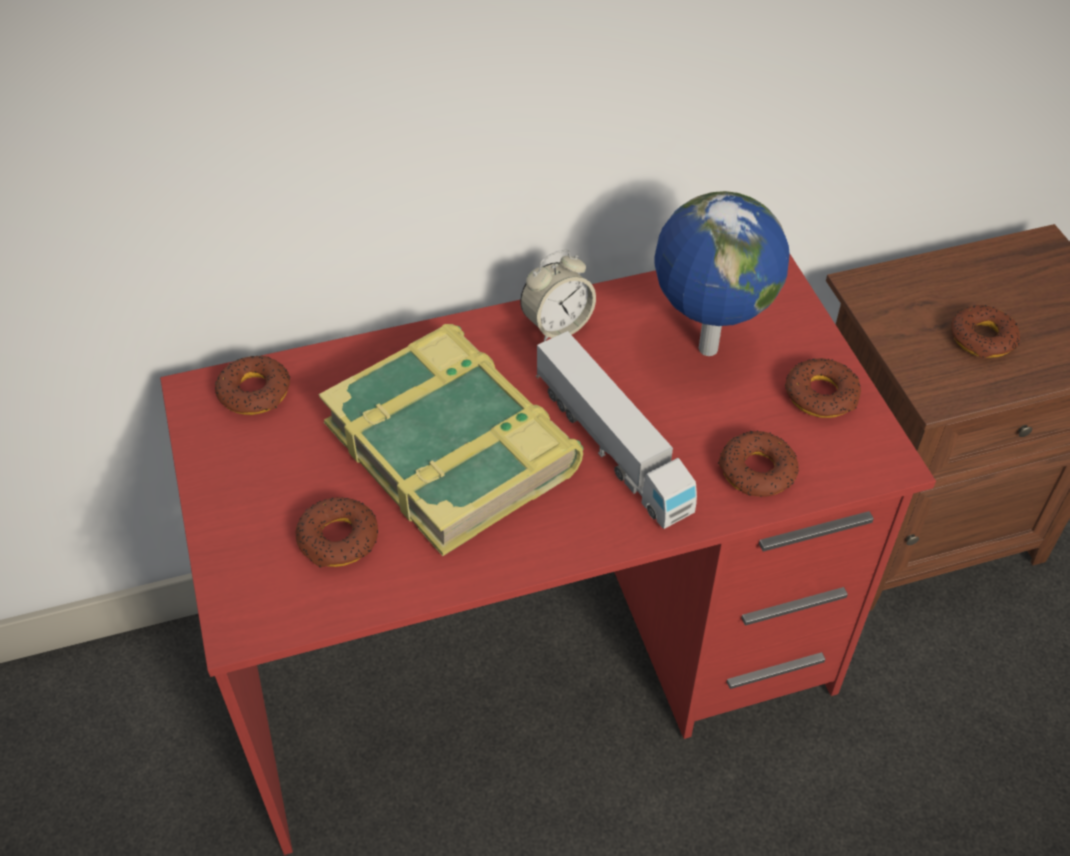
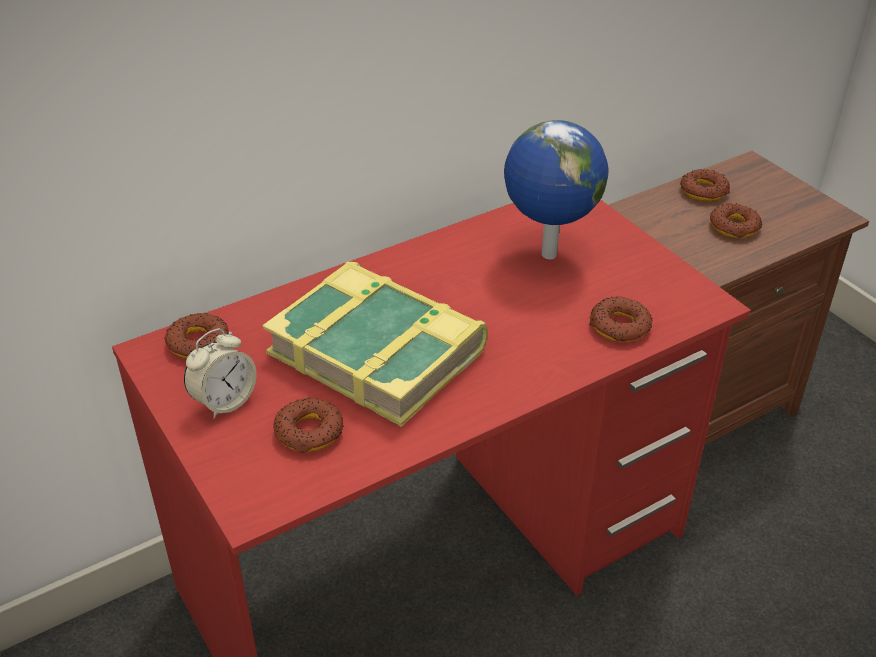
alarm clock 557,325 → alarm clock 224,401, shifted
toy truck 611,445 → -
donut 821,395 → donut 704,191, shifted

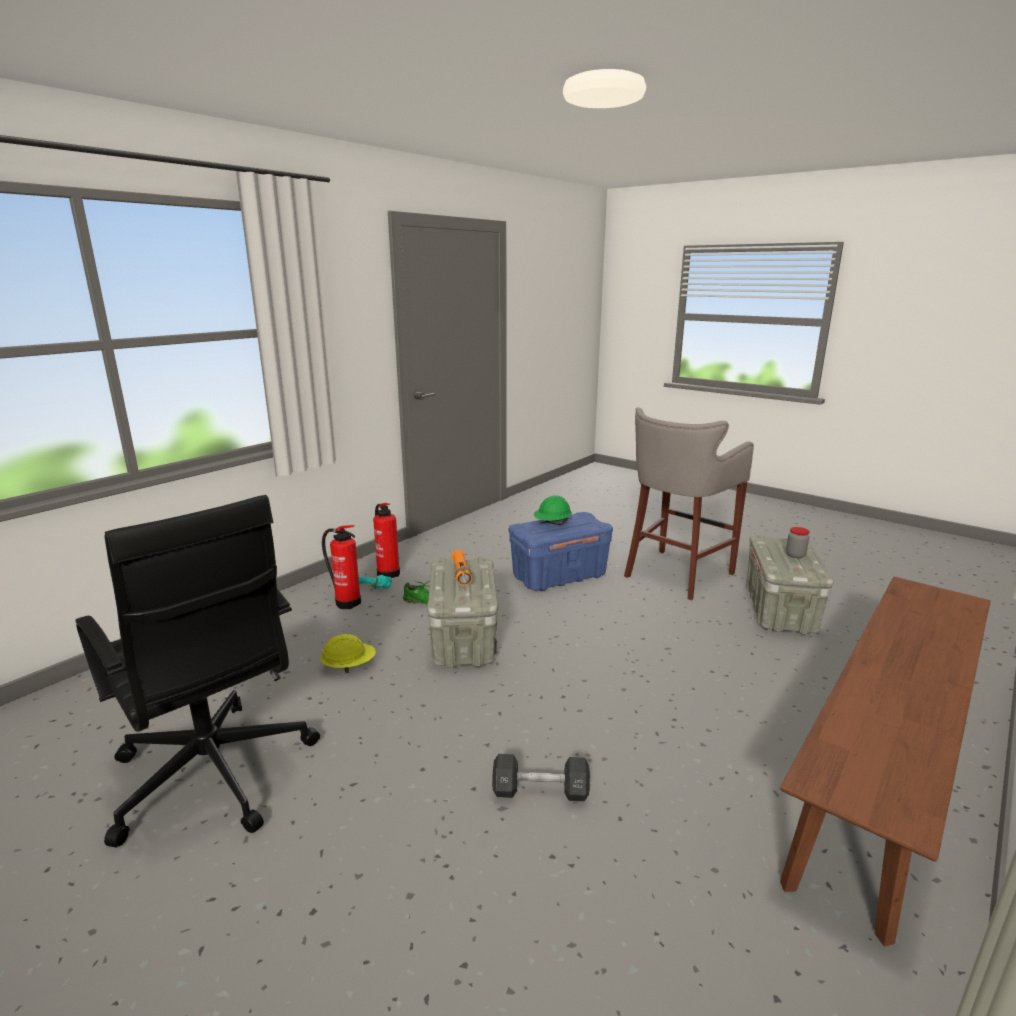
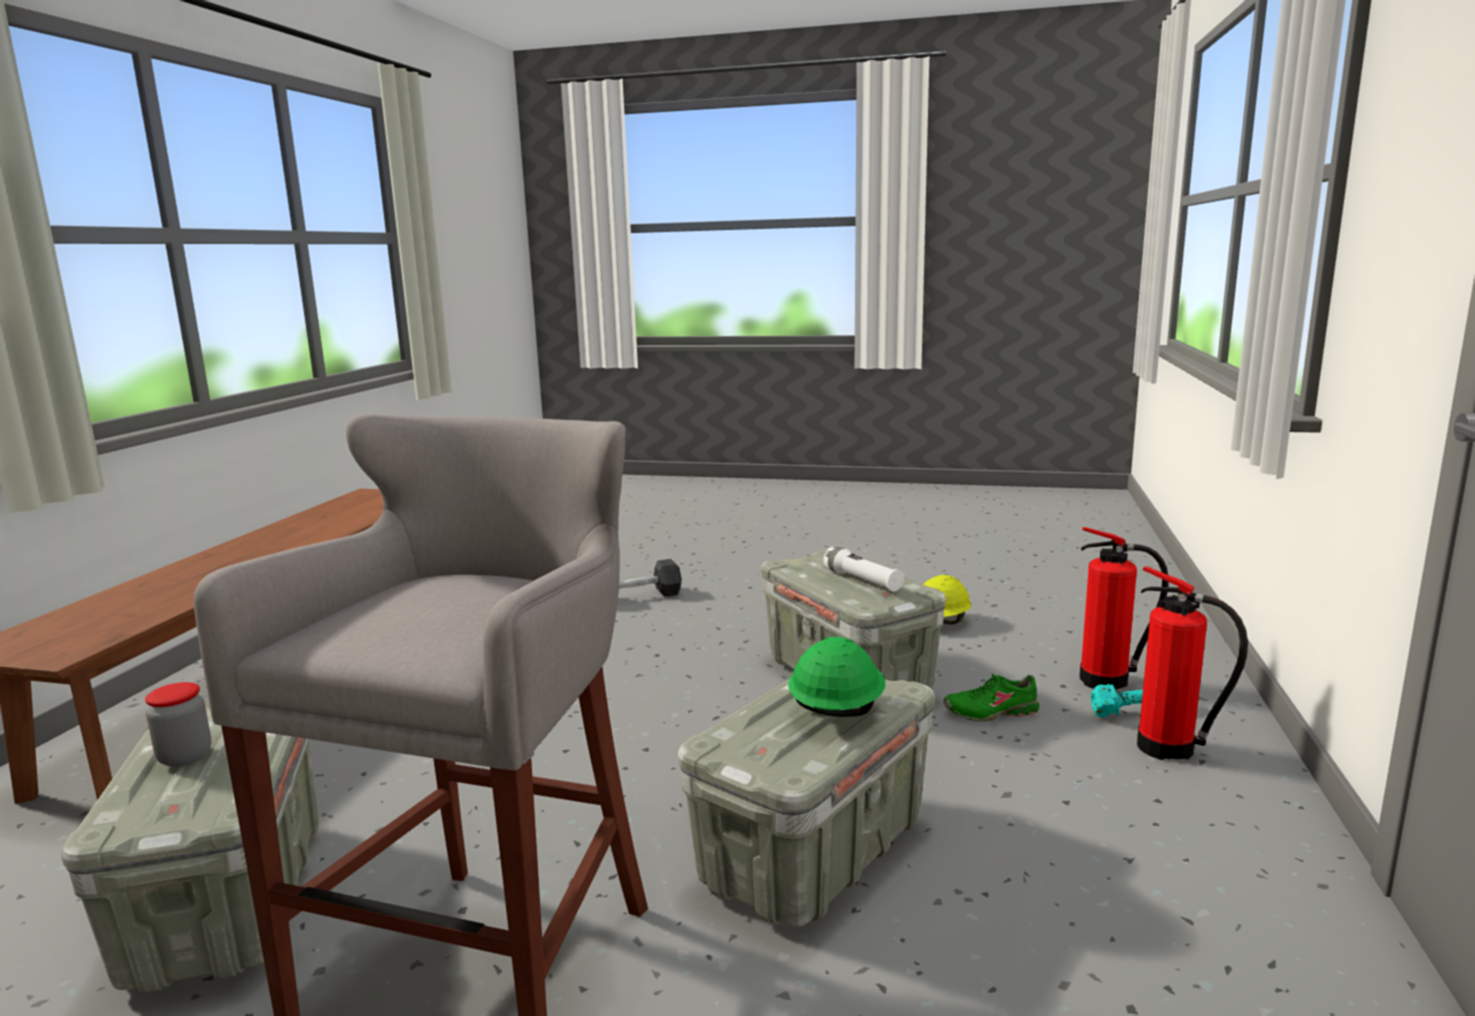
black office chair 214,777 → -
orange flashlight 461,573 → white flashlight 862,581
blue storage box 559,576 → grey storage box 813,853

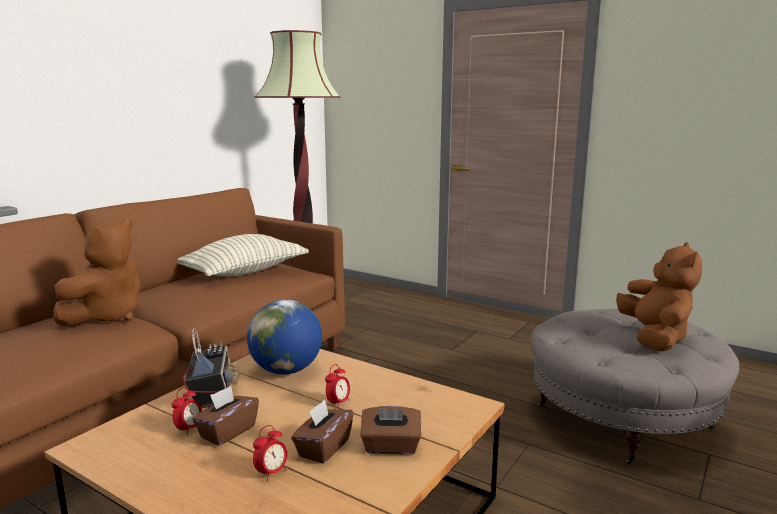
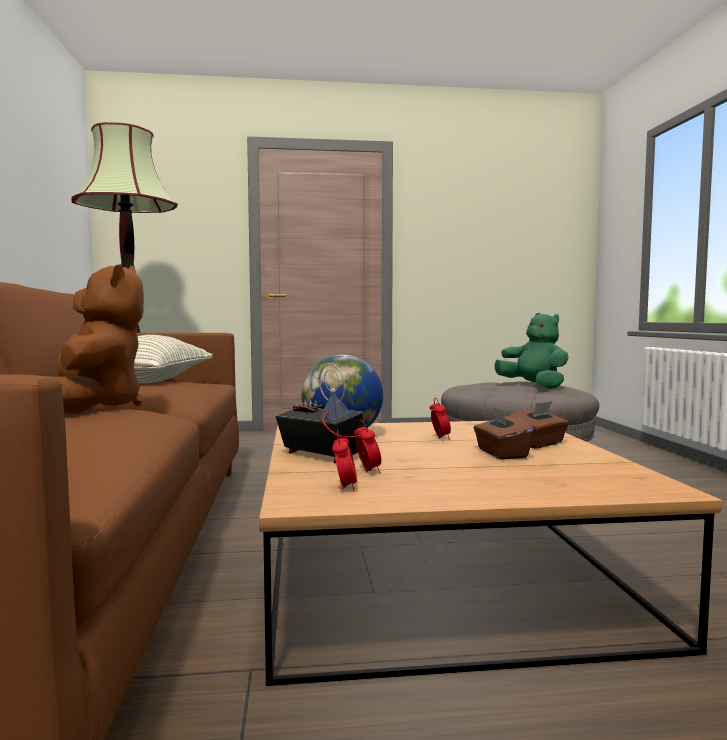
brown tissue box 227,432 → -
alarm clock 271,473 → alarm clock 345,488, shifted
brown plush toy 654,338 → green plush toy 533,386

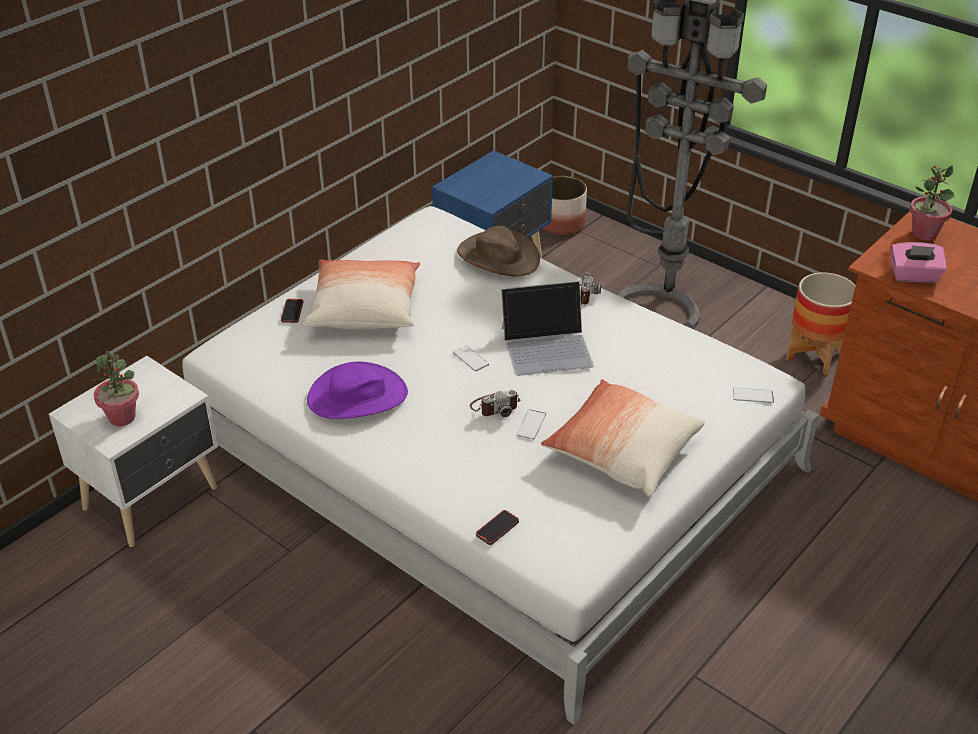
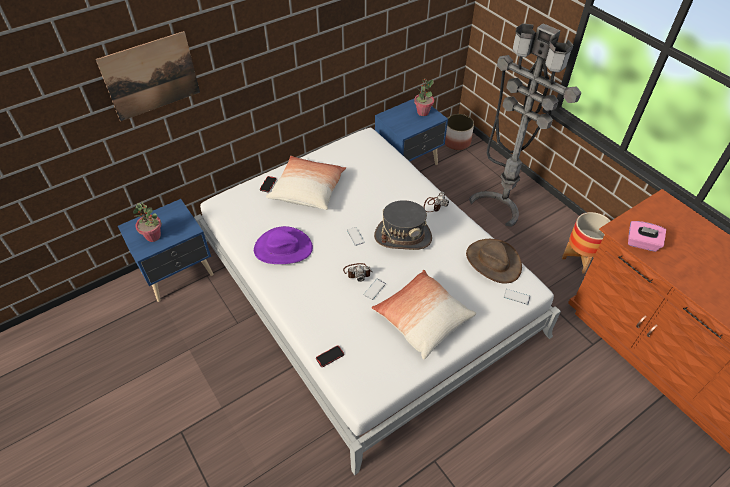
white nightstand 154,498 → blue nightstand 179,274
brown hat 498,256 → brown hat 493,261, shifted
laptop 547,346 → grey hat 403,236
potted plant 924,233 → potted plant 422,112, shifted
- → picture 151,76

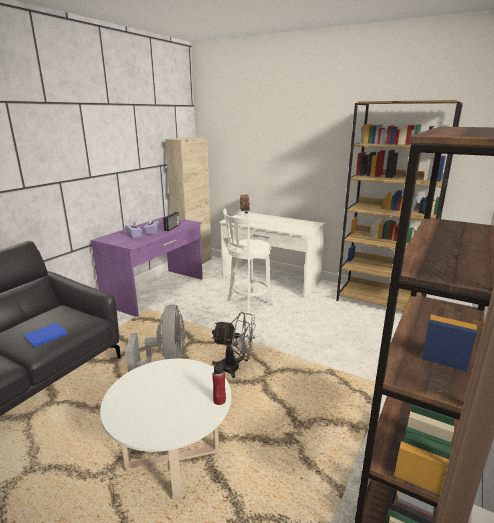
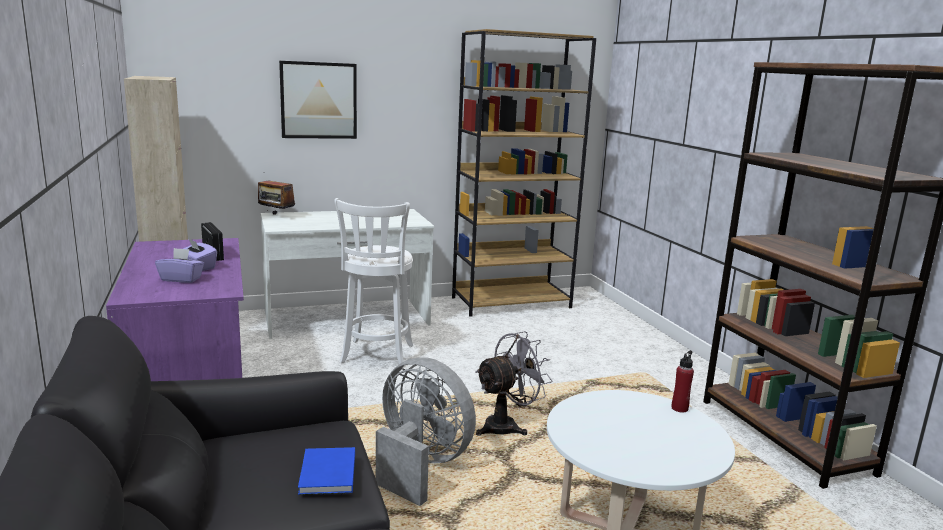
- → picture 318,100

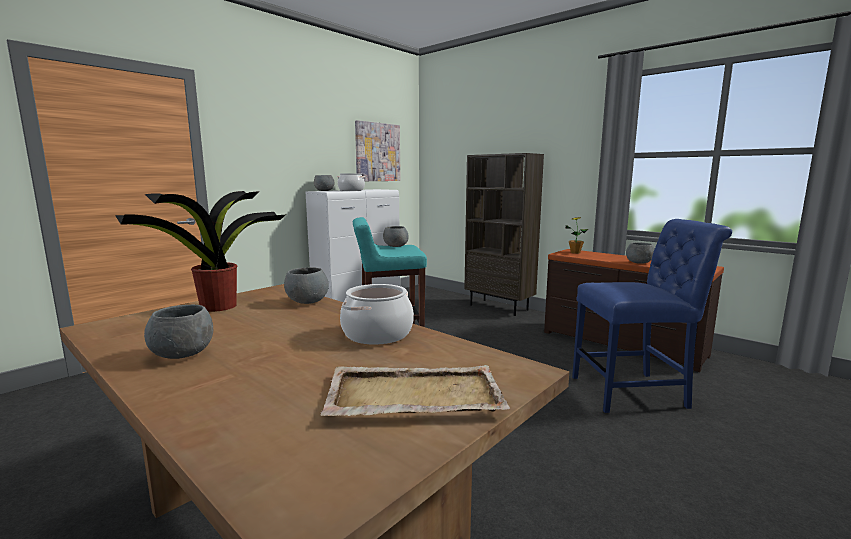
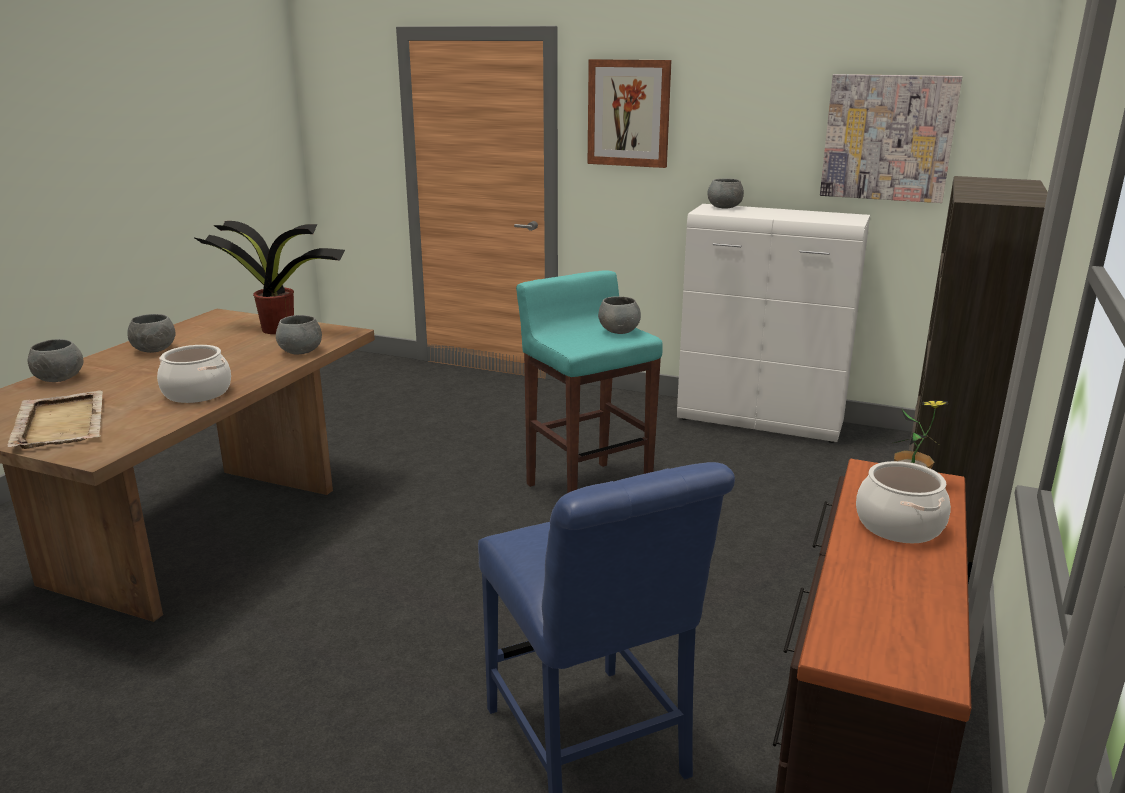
cooking pot 351,190 → cooking pot 898,525, shifted
grey bowl 639,263 → grey bowl 59,379, shifted
- → picture 628,113

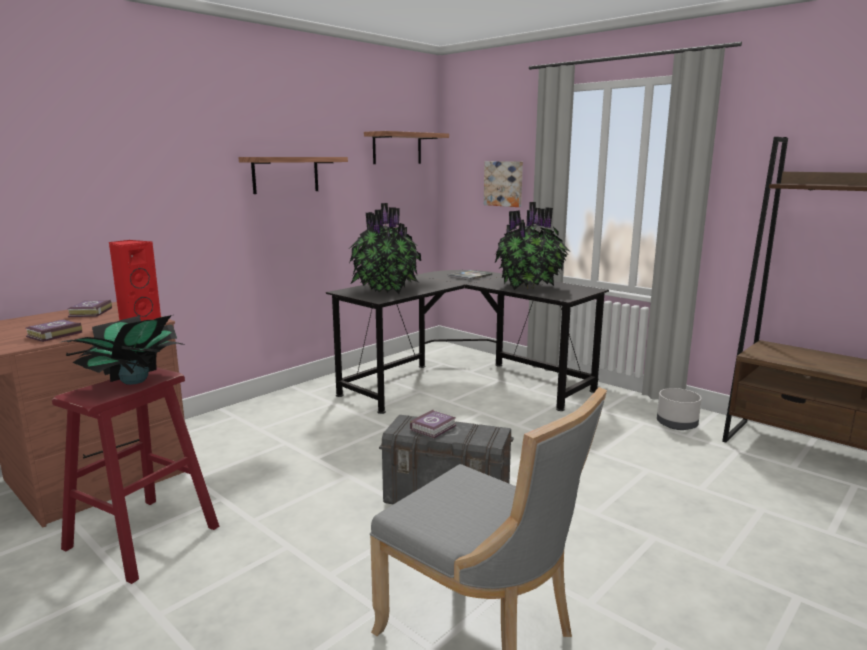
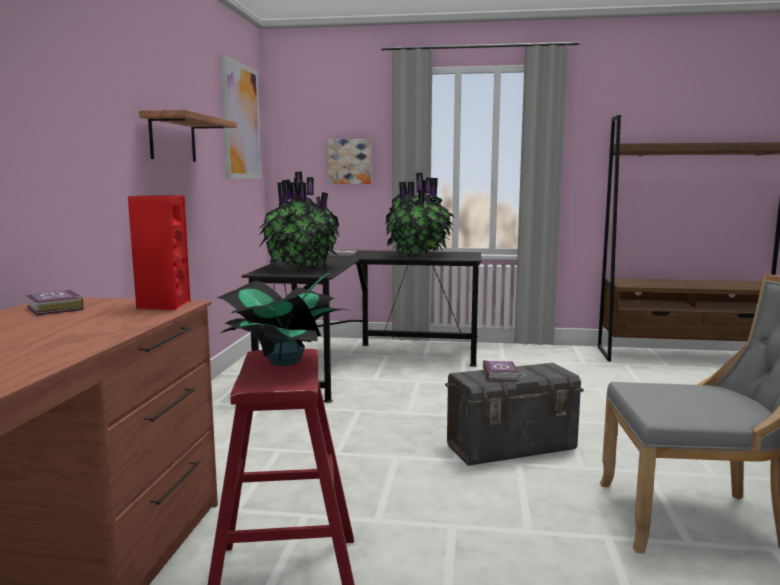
book 53,334 → -
shelf 397,148 → picture 241,121
grey planter 676,425 → -

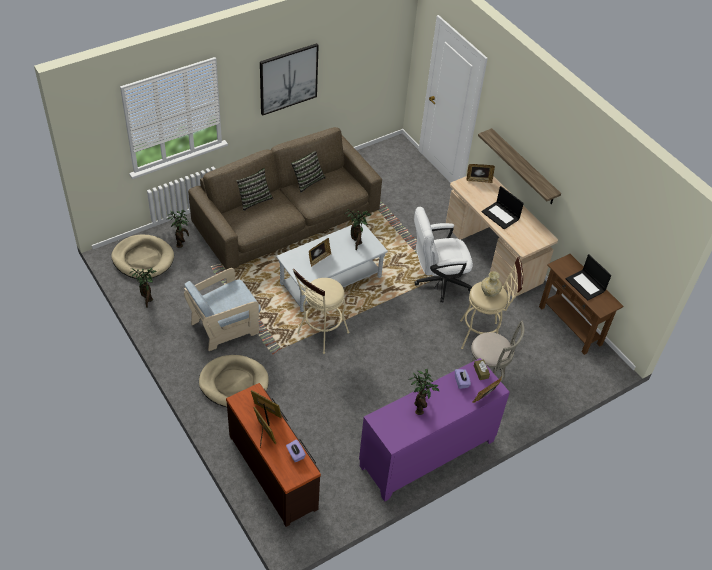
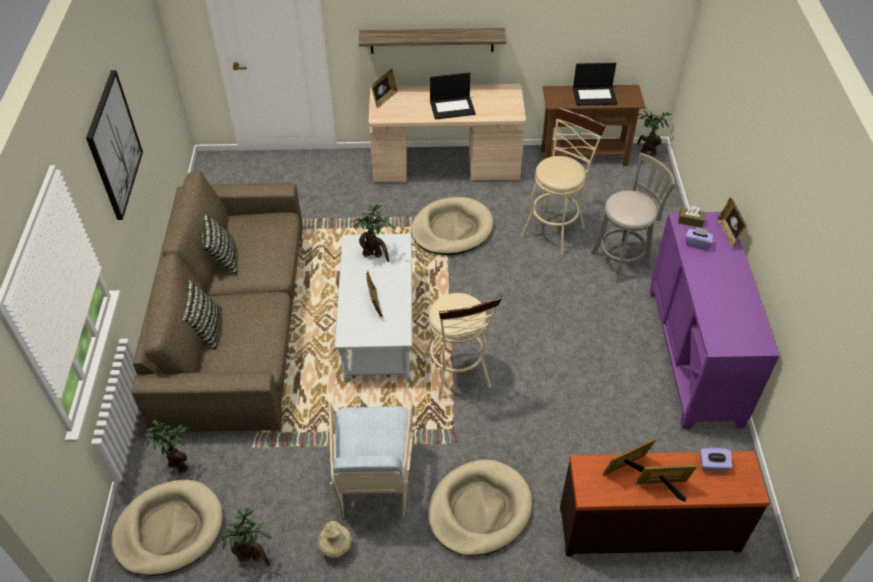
potted plant 420,406 → potted plant 646,152, shifted
white office chair 437,281 → beige dog bed 452,229
beige vase 489,292 → beige vase 336,548, shifted

